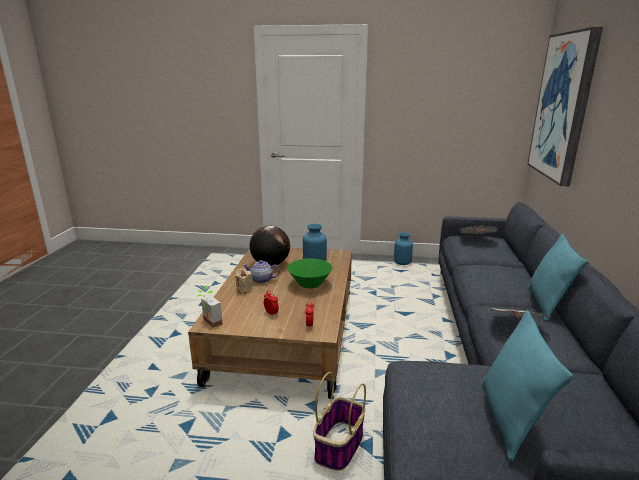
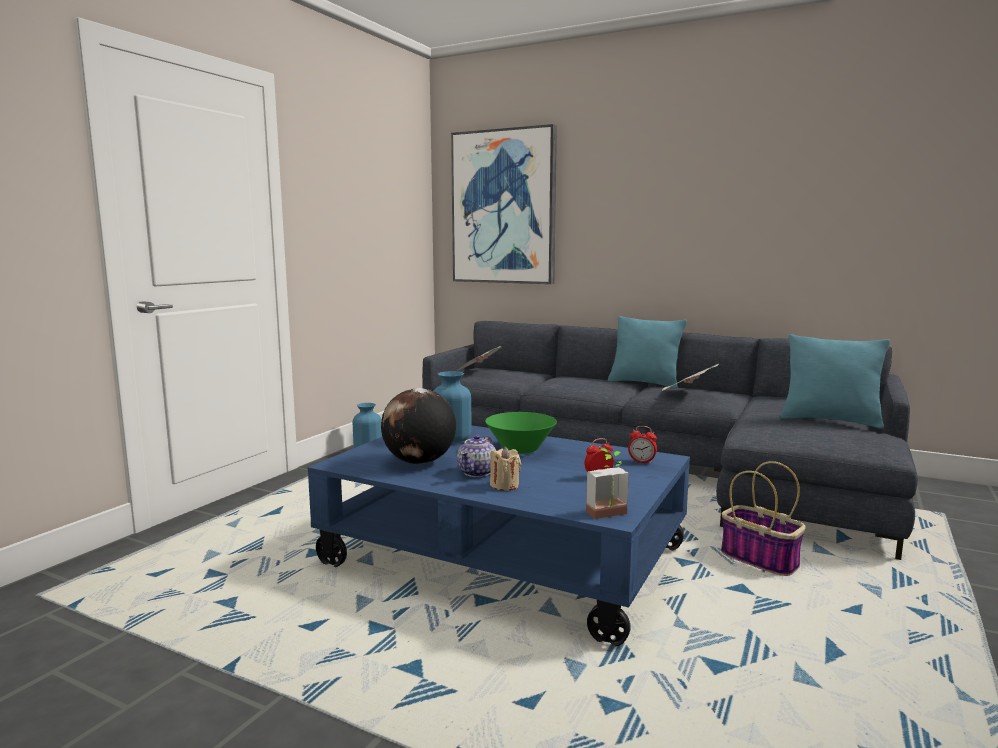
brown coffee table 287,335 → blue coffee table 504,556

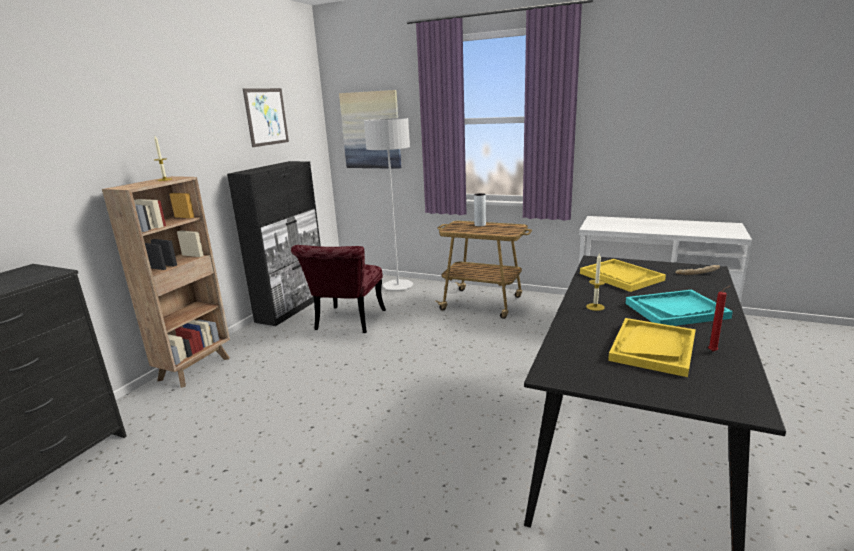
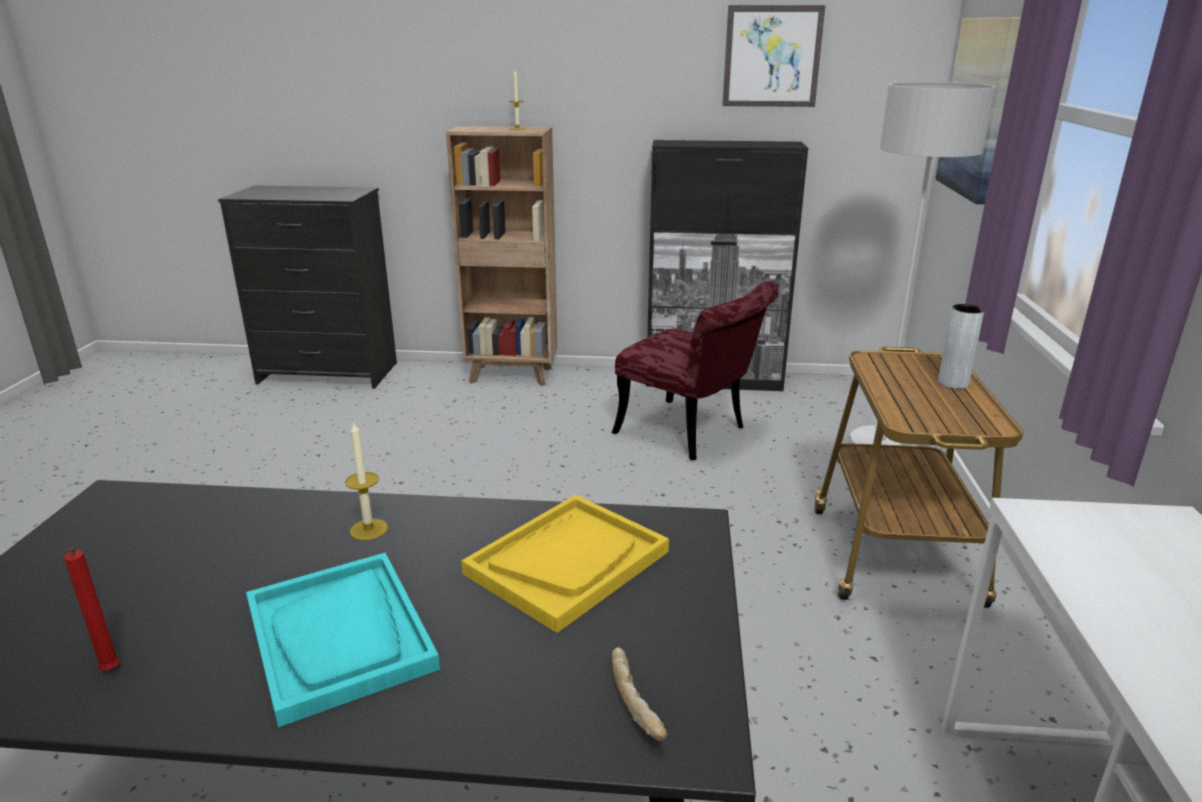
red chair 347,323 → red chair 691,434, 135 degrees counterclockwise
yellow tray 652,348 → -

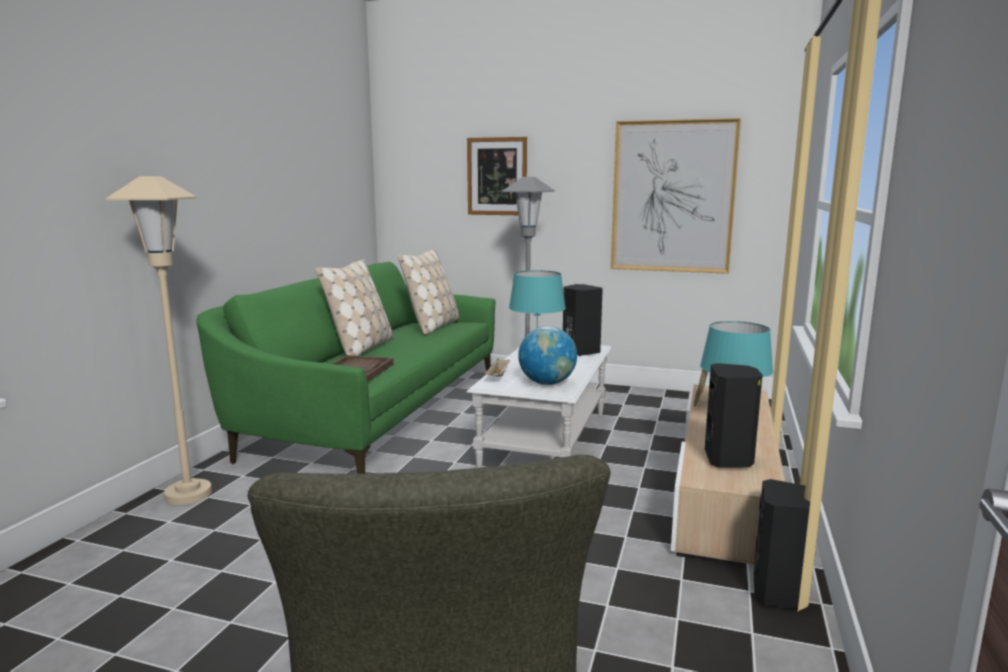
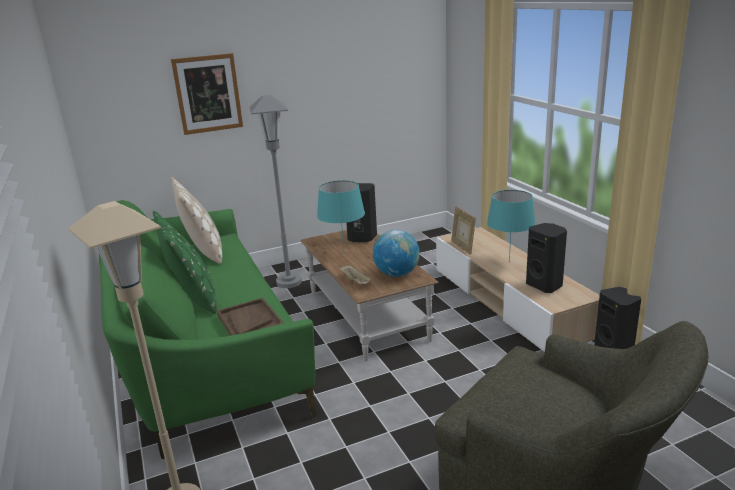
beige pillow 361,348 → green pillow 193,298
white coffee table 546,440 → brown coffee table 366,315
picture 672,197 → -

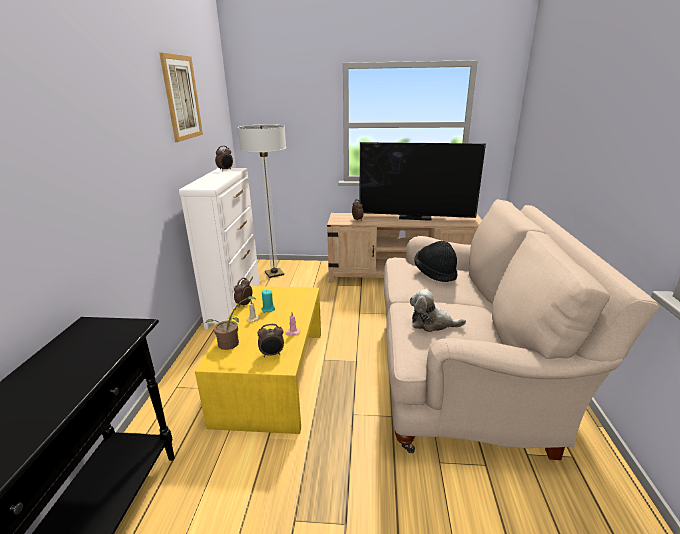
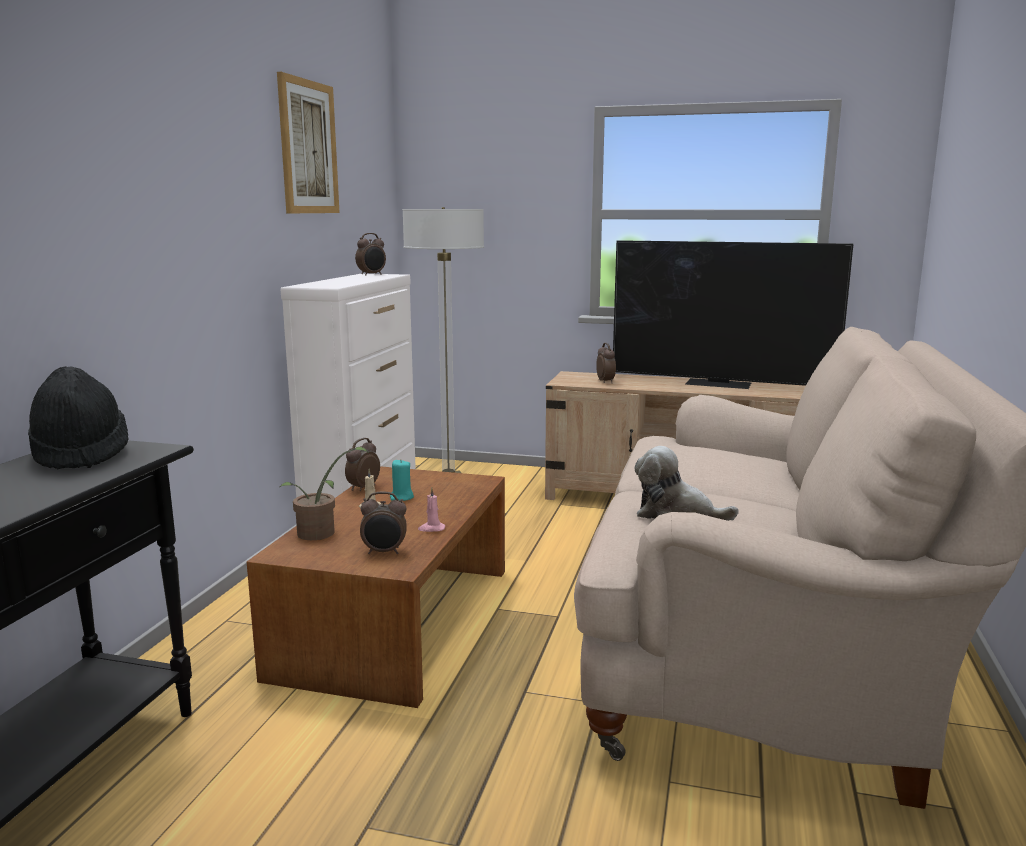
yellow coffee table 273,374 → brown coffee table 398,620
black hat 435,273 → black hat 81,454, shifted

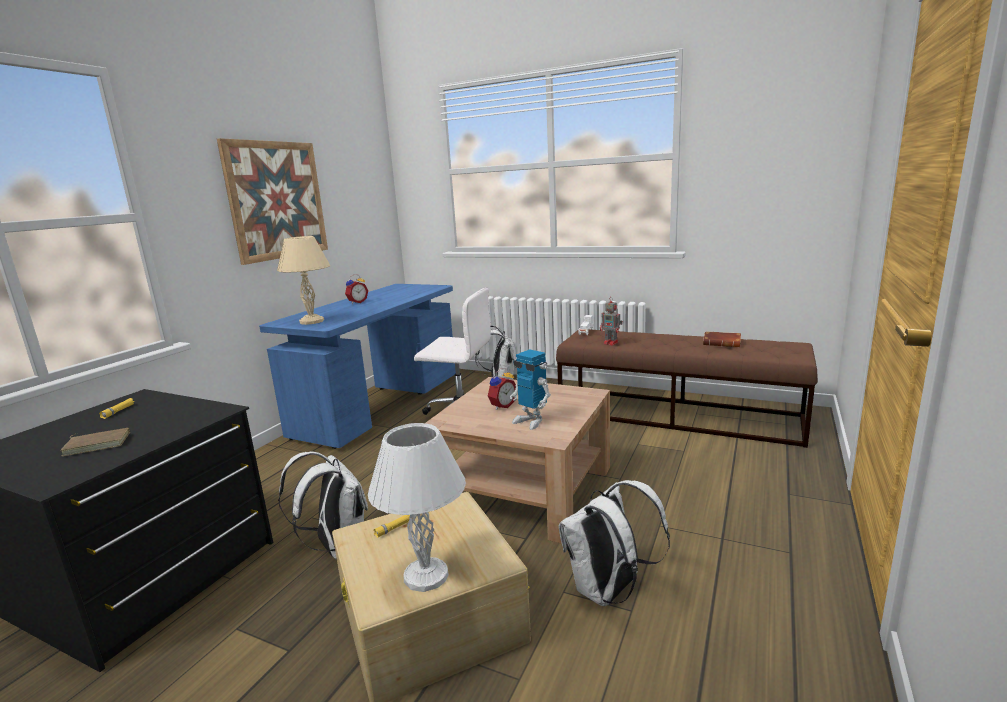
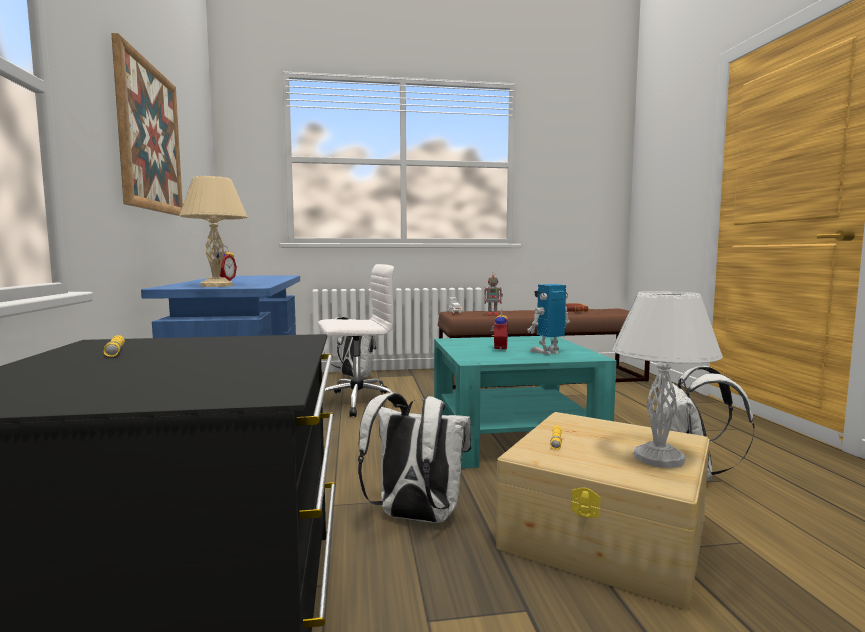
brown book 98,443 → -
brown coffee table 524,489 → turquoise coffee table 513,436
toy robot 531,421 → toy robot 548,352, 150 degrees clockwise

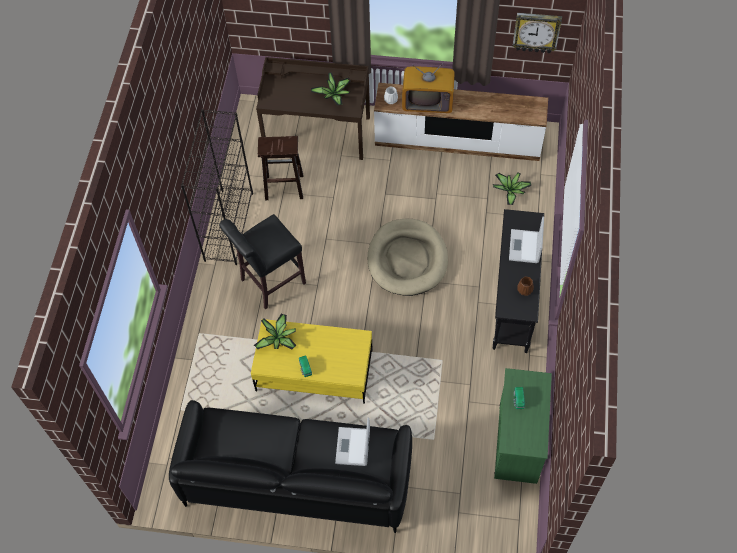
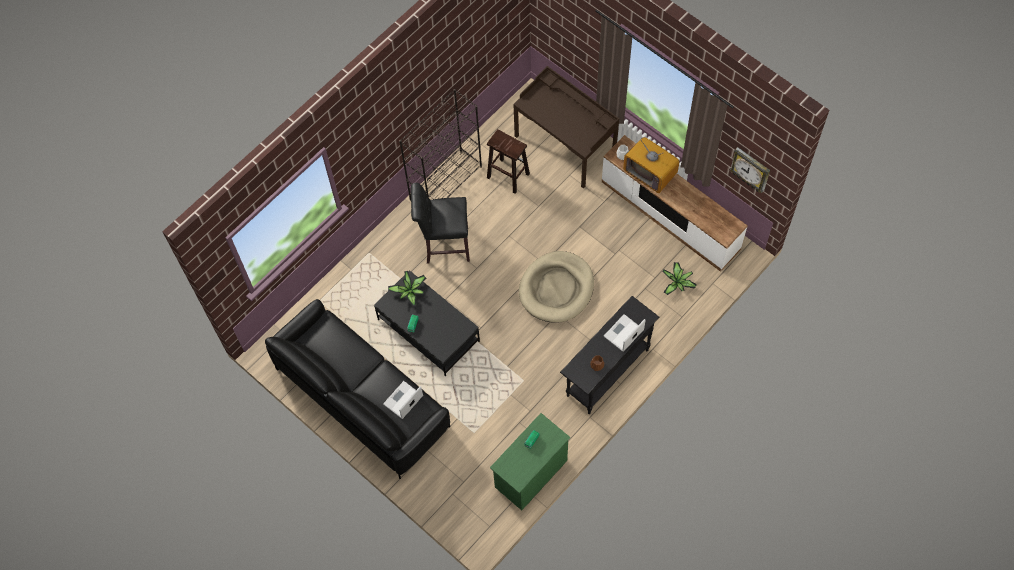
yellow coffee table 314,371 → black coffee table 428,330
potted plant 334,95 → -

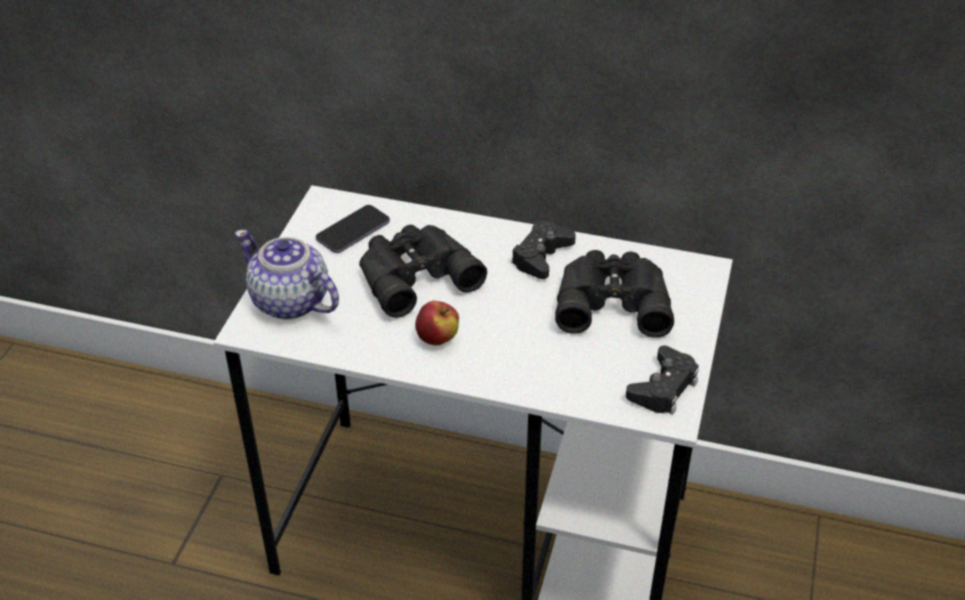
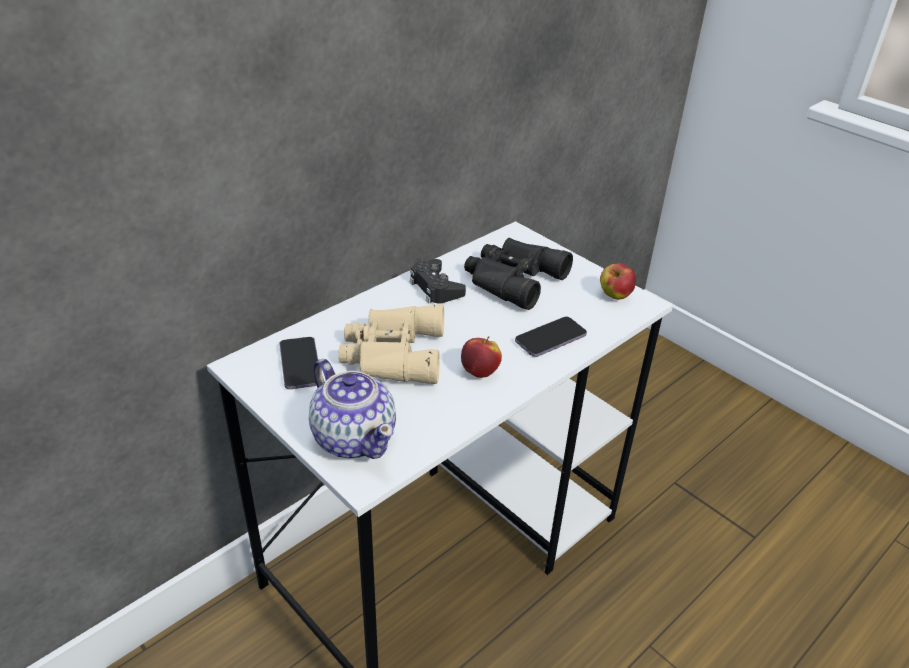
teapot 290,302 → teapot 354,437, 105 degrees counterclockwise
black binoculars 414,274 → beige binoculars 391,354
black game controller 663,387 → apple 615,295
- → phone 550,338

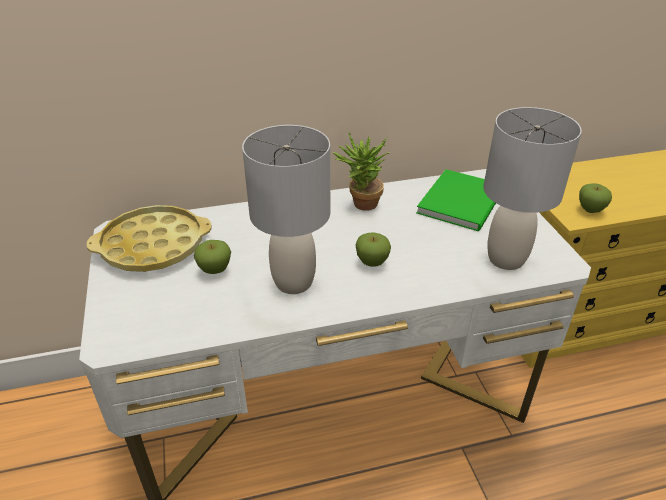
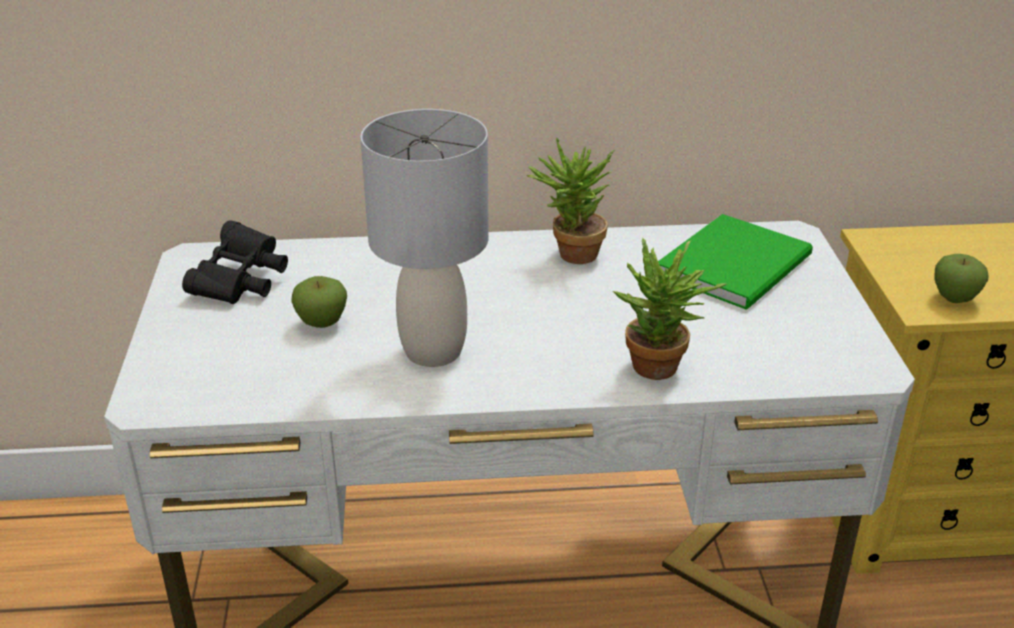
yellow tray 153,246 → black binoculars 241,283
apple 372,262 → -
grey table lamp 506,258 → -
- → potted plant 660,372

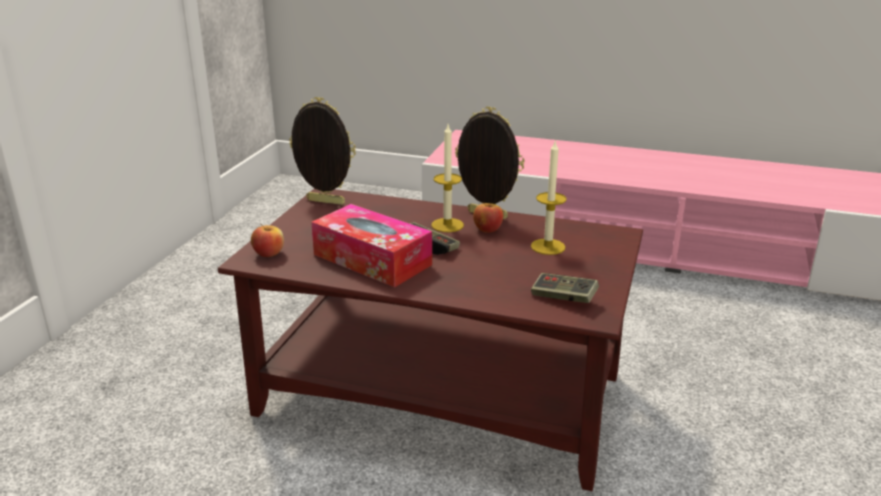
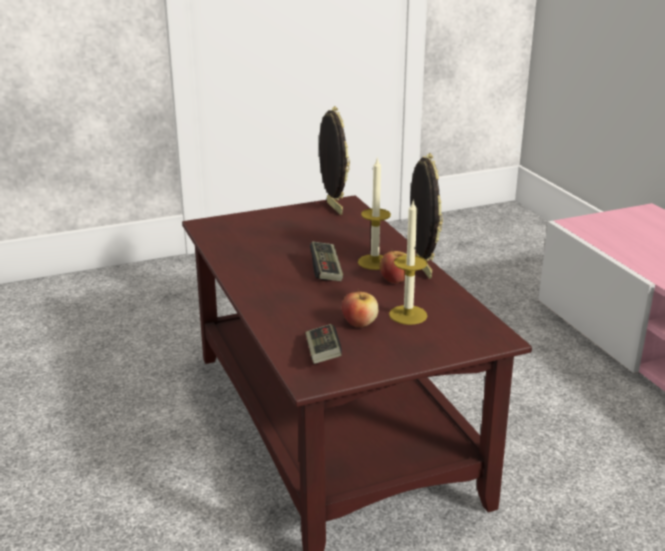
apple 269,254 → apple 360,323, shifted
tissue box 372,260 → -

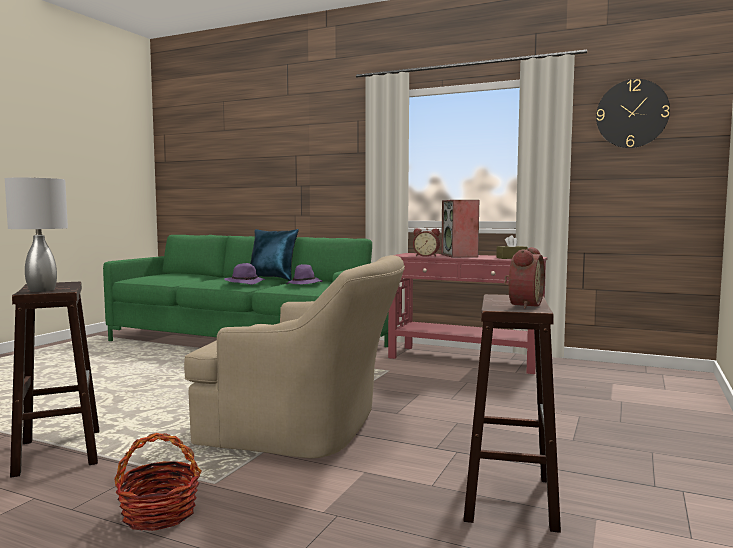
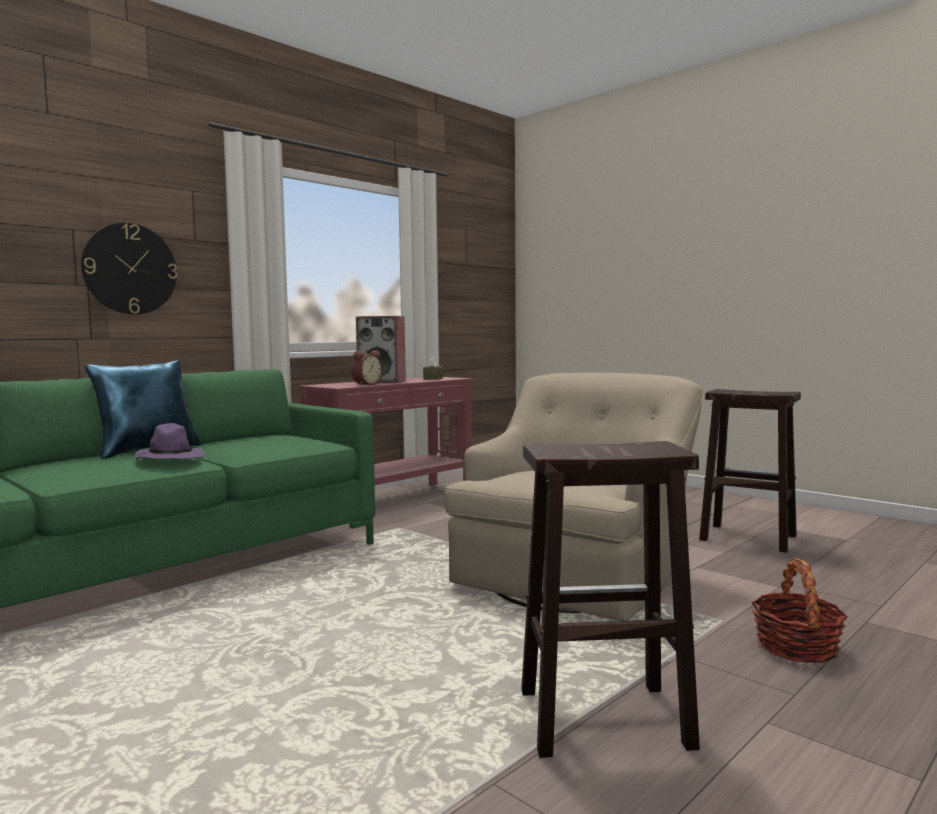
grey table lamp 42,290 → -
purple hat 304,284 → -
alarm clock 522,305 → -
wall clock 632,114 → wall clock 130,269, shifted

